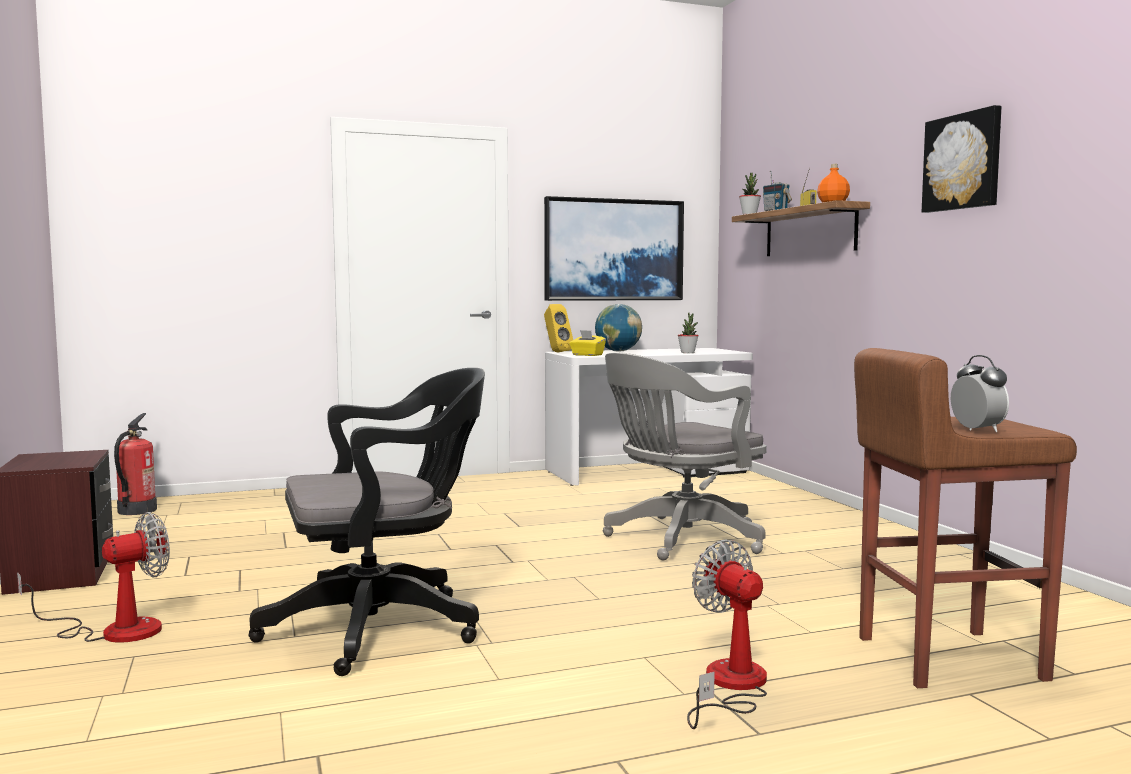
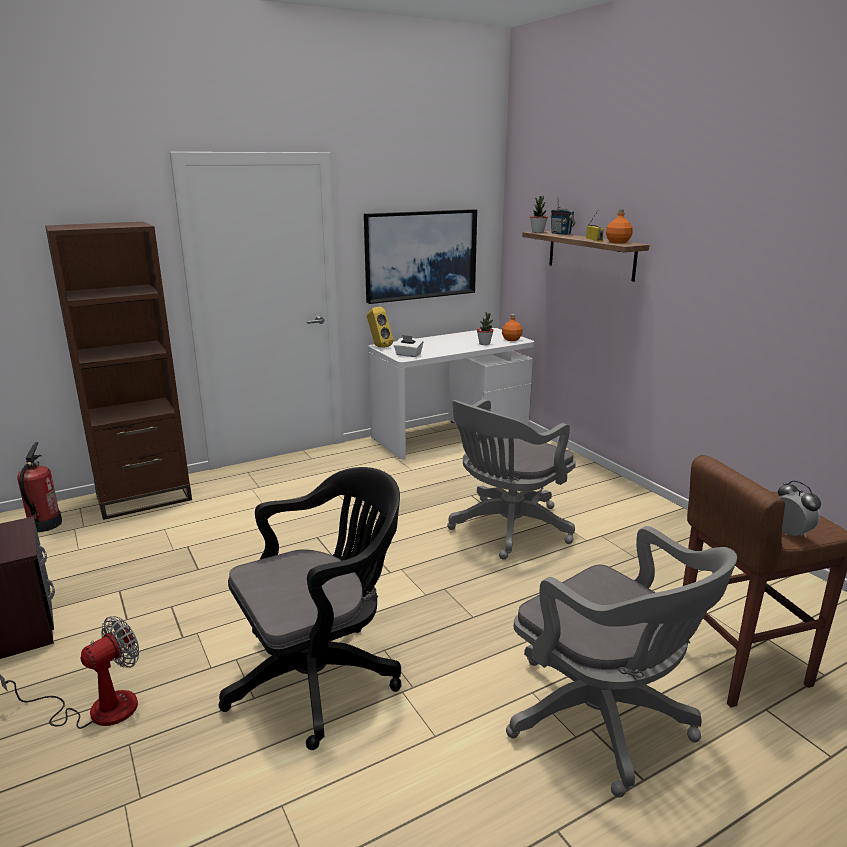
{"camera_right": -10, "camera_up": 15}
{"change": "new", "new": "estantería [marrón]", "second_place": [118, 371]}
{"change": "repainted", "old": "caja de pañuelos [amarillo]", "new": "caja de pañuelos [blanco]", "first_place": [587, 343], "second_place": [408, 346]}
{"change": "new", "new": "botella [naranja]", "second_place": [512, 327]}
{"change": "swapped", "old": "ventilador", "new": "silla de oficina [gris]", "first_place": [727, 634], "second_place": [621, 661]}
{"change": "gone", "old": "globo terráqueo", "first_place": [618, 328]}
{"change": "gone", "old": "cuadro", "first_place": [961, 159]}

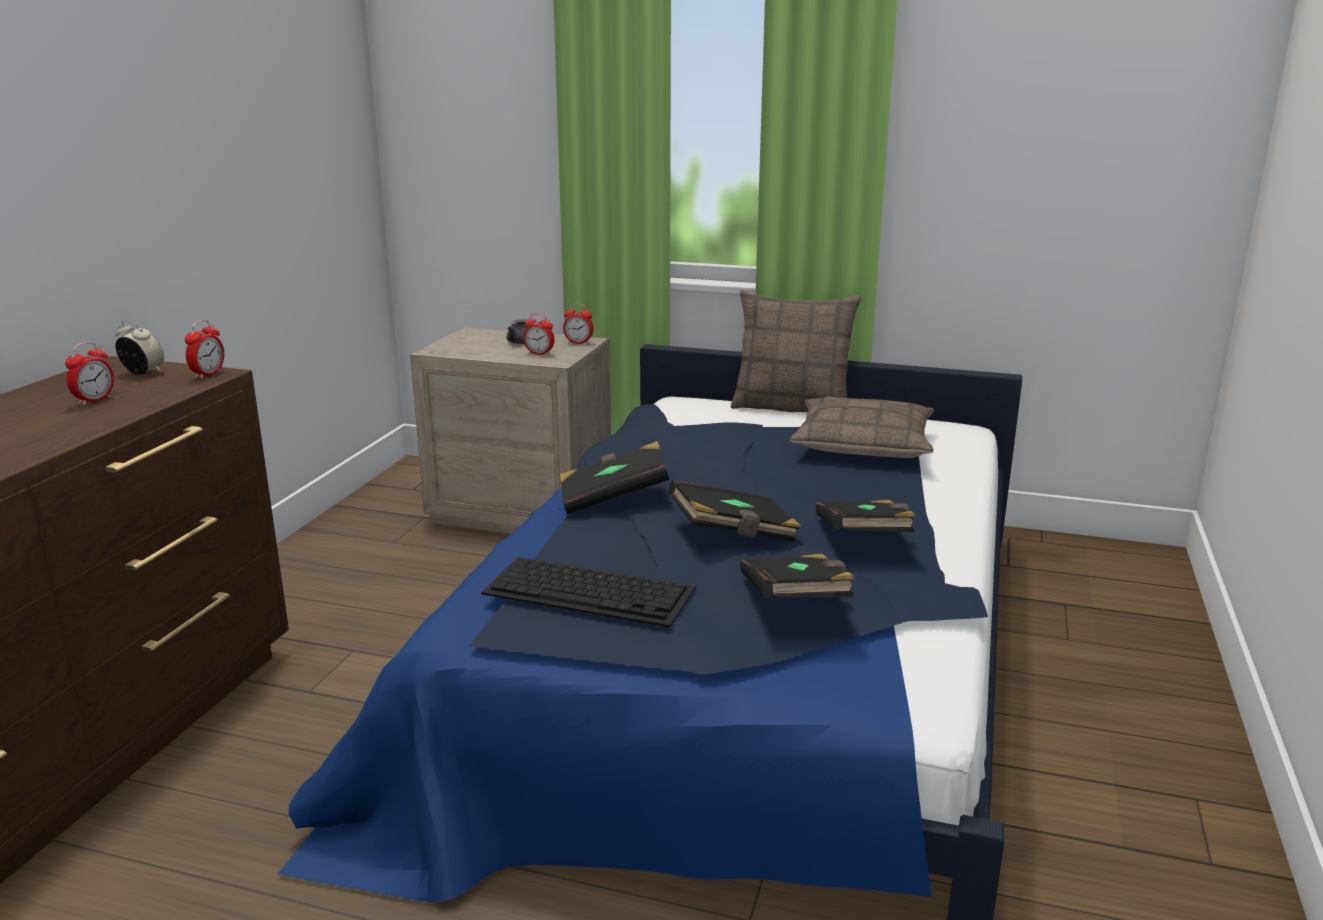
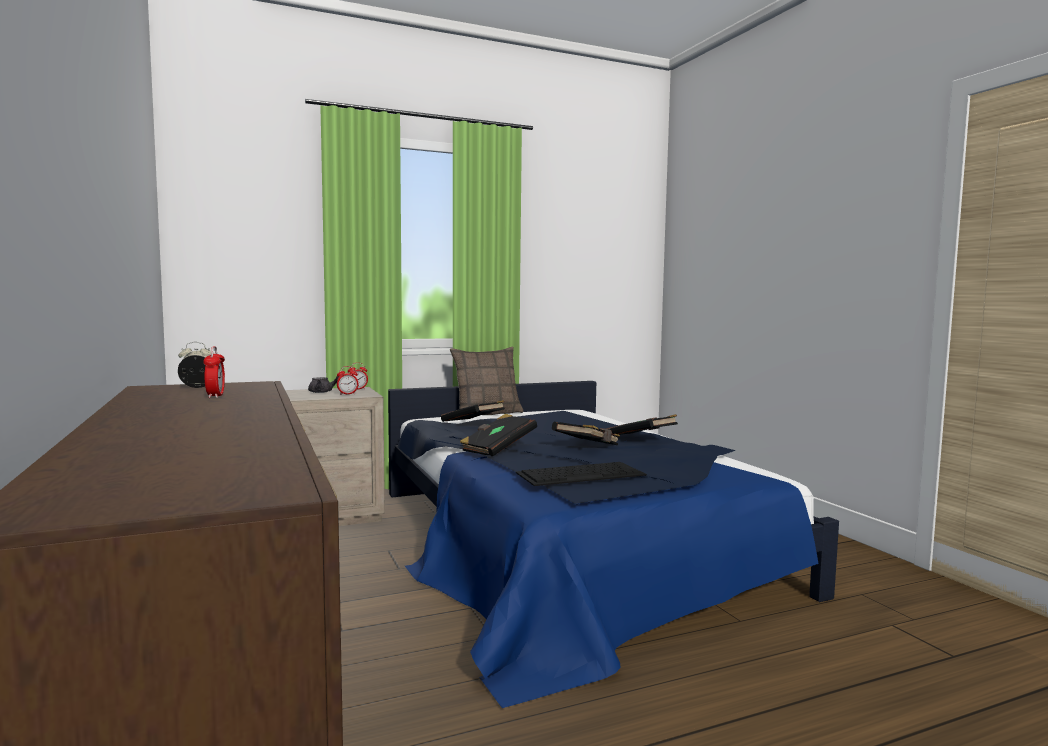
{"camera_right": -40, "camera_up": -15}
{"change": "shifted", "old": "libro [negro]", "first_place": [797, 576], "second_place": [473, 411]}
{"change": "gone", "old": "despertador", "first_place": [204, 349]}
{"change": "gone", "old": "cojín", "first_place": [862, 427]}

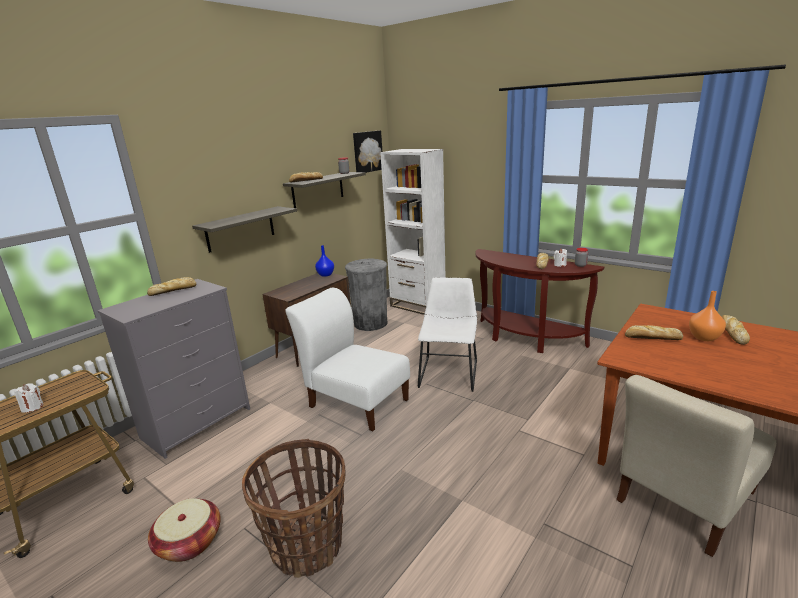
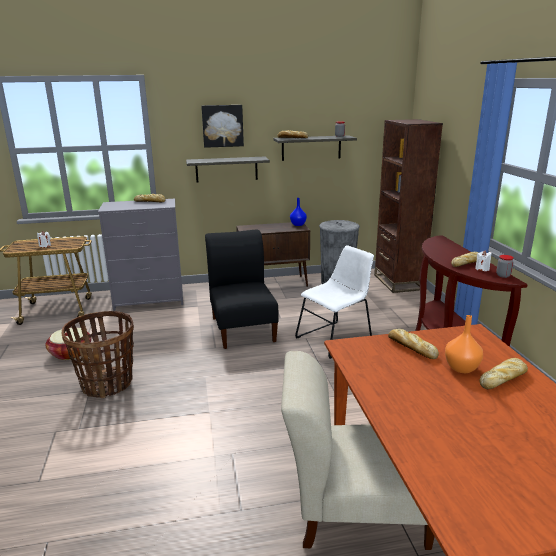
{"camera_right": 40, "camera_up": 0}
{"change": "shifted", "old": "cuadro", "first_place": [367, 151], "second_place": [222, 126]}
{"change": "repainted", "old": "silla [blanco]", "new": "silla [negro]", "first_place": [347, 359], "second_place": [241, 289]}
{"change": "repainted", "old": "estantería [blanco]", "new": "estantería [marrón]", "first_place": [413, 232], "second_place": [408, 206]}

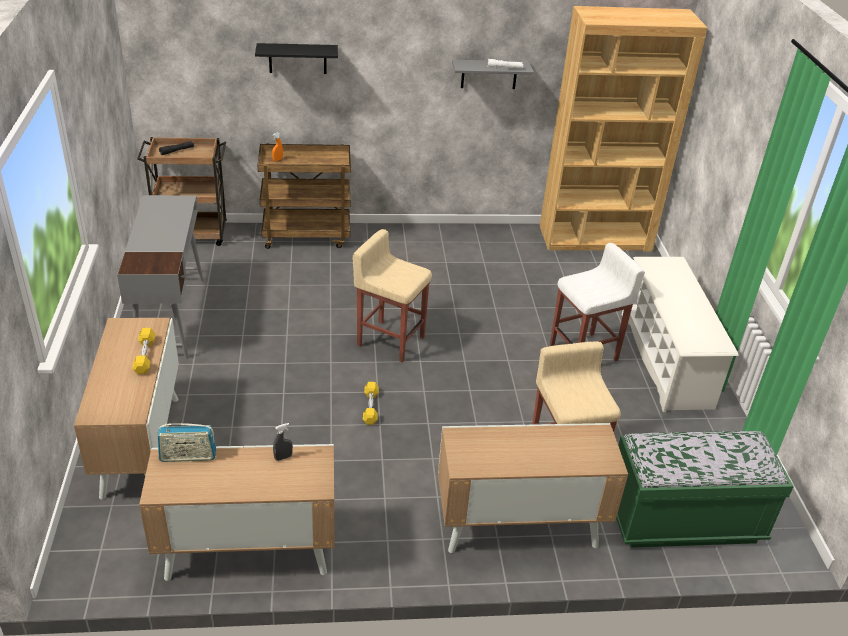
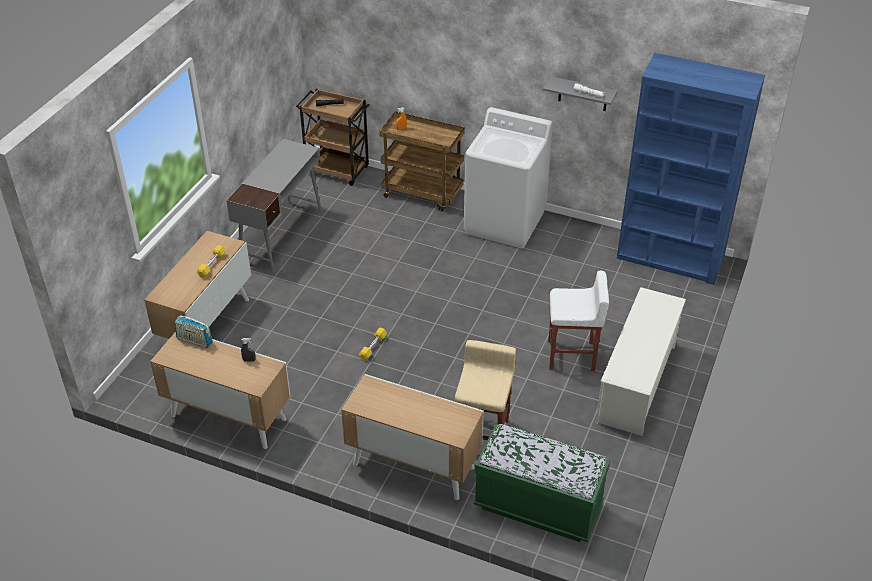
{"camera_right": 30, "camera_up": 5}
{"change": "new", "new": "lavadora [blanco]", "second_place": [508, 177]}
{"change": "repainted", "old": "estantería [marrón]", "new": "estantería [azul]", "first_place": [623, 129], "second_place": [691, 169]}
{"change": "gone", "old": "estante [negro]", "first_place": [296, 58]}
{"change": "gone", "old": "taburete [beis]", "first_place": [392, 296]}

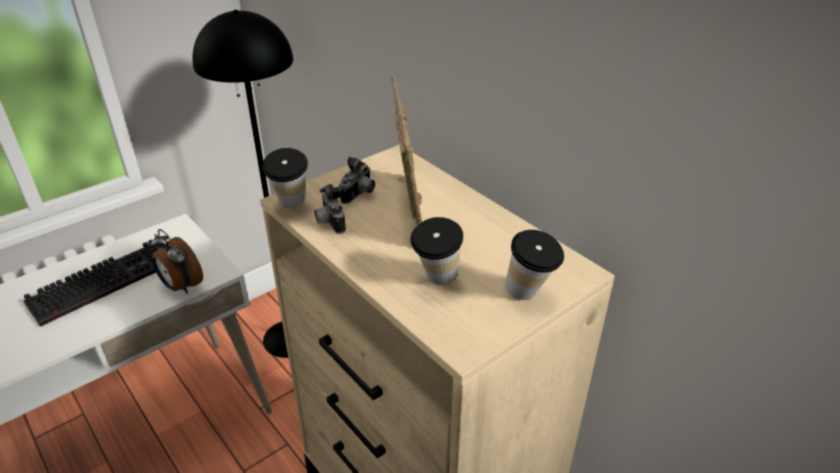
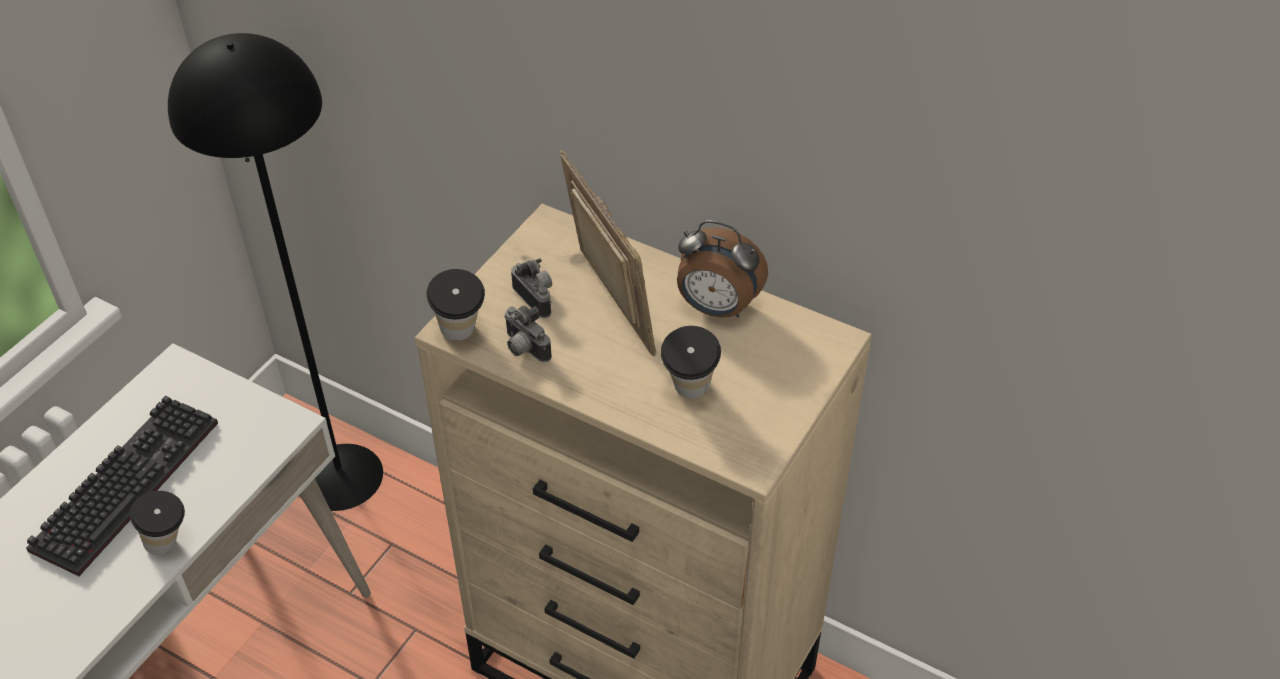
{"camera_right": -20, "camera_up": 10}
{"change": "shifted", "old": "taza", "first_place": [534, 265], "second_place": [157, 523]}
{"change": "rotated", "old": "cámara", "first_place": [357, 180], "second_place": [531, 288], "degrees": -45}
{"change": "shifted", "old": "despertador", "first_place": [176, 261], "second_place": [722, 268]}

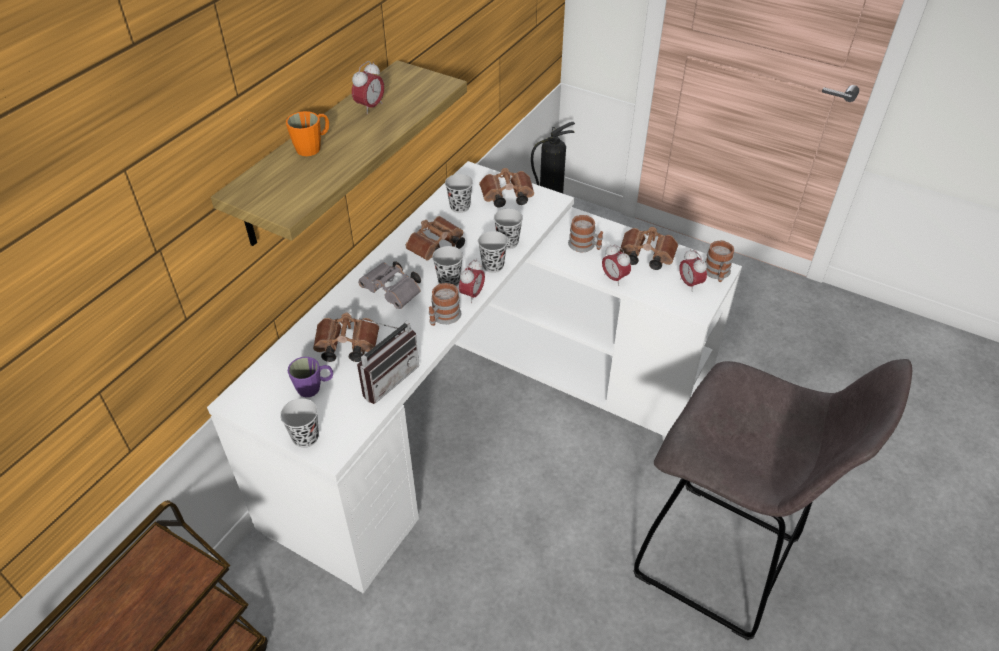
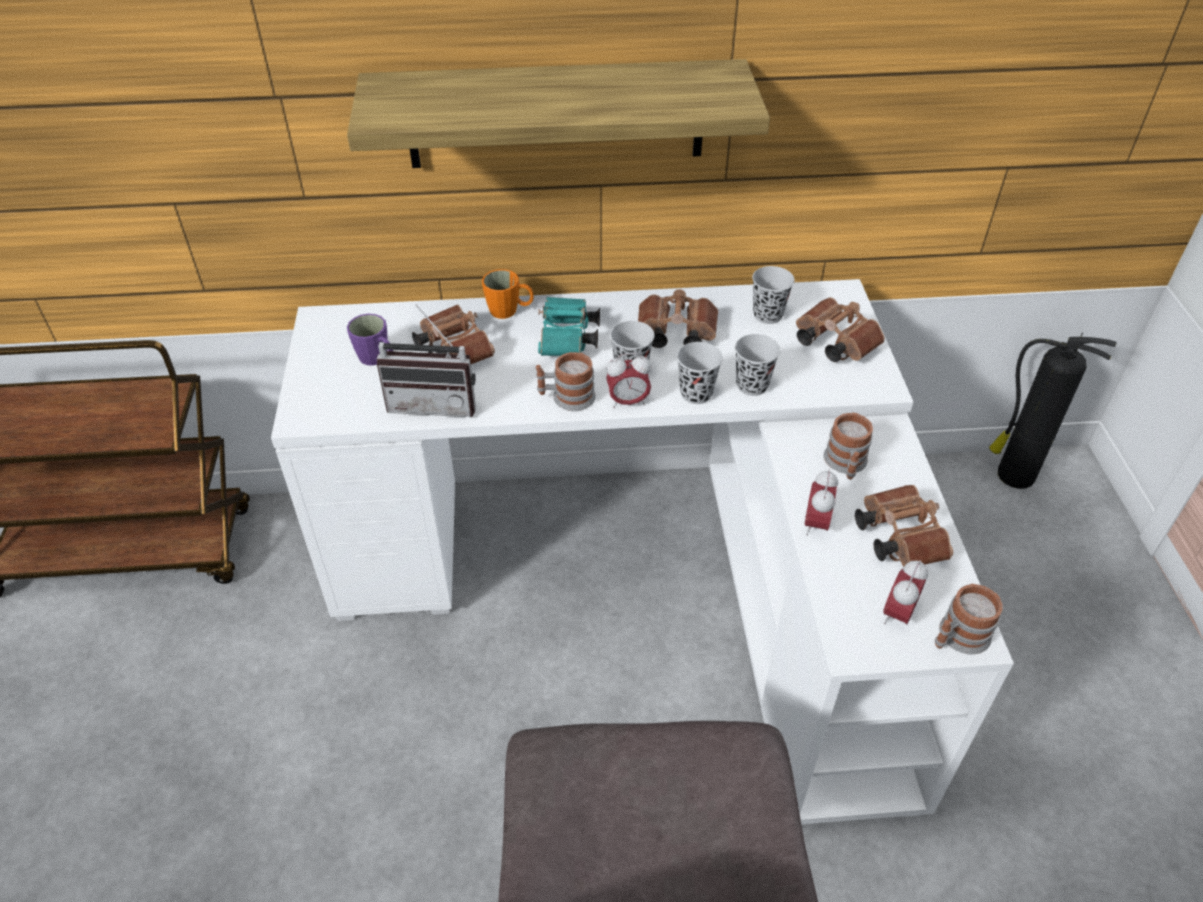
{"camera_right": 55, "camera_up": 0}
{"change": "shifted", "old": "taza grande [naranja]", "first_place": [307, 133], "second_place": [508, 294]}
{"change": "repainted", "old": "prismáticos [gris]", "new": "prismáticos [turquesa]", "first_place": [389, 285], "second_place": [569, 326]}
{"change": "gone", "old": "taza [negro]", "first_place": [299, 423]}
{"change": "gone", "old": "despertador", "first_place": [368, 87]}

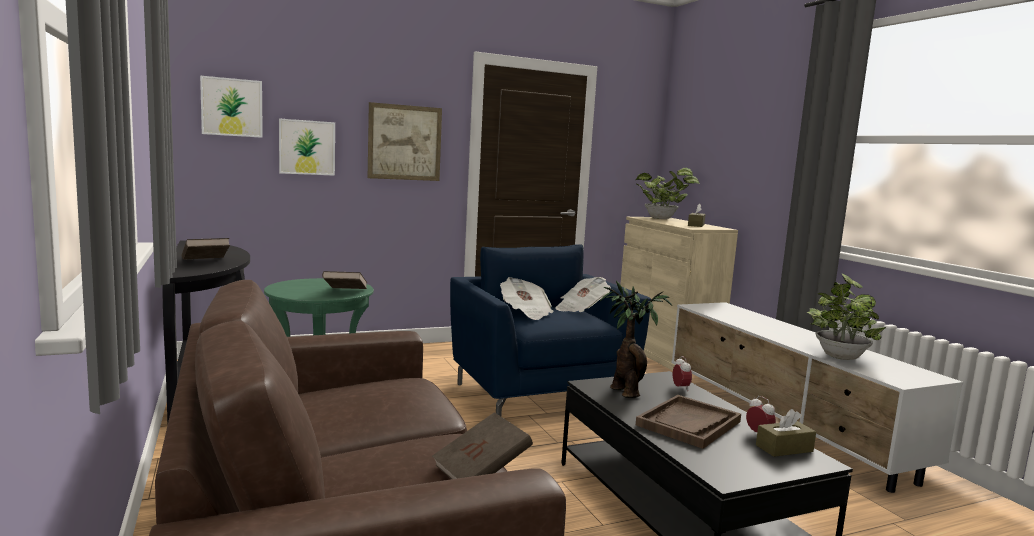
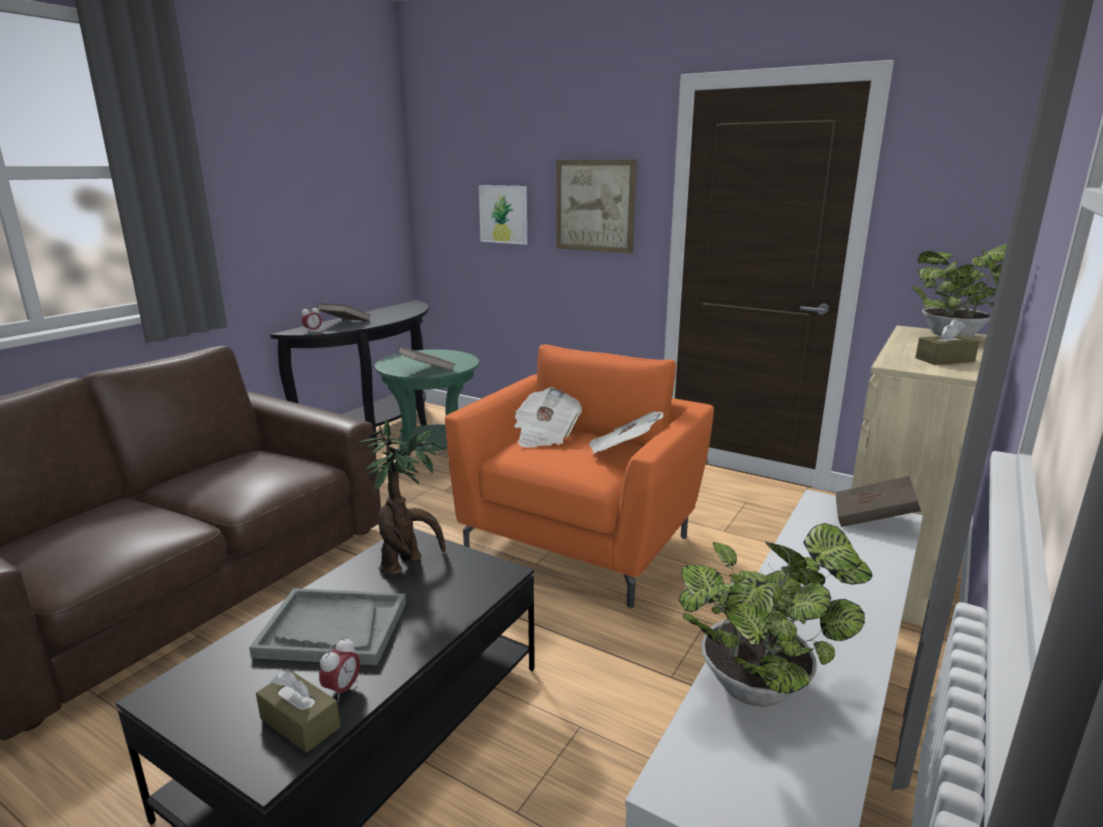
{"camera_right": 55, "camera_up": 10}
{"change": "repainted", "old": "bandeja [marrón]", "new": "bandeja [gris]", "first_place": [688, 422], "second_place": [327, 626]}
{"change": "shifted", "old": "despertador", "first_place": [682, 373], "second_place": [312, 319]}
{"change": "repainted", "old": "sillón [azul]", "new": "sillón [naranja]", "first_place": [550, 330], "second_place": [579, 476]}
{"change": "shifted", "old": "libro [marrón]", "first_place": [482, 445], "second_place": [878, 501]}
{"change": "gone", "old": "cuadro", "first_place": [231, 107]}

